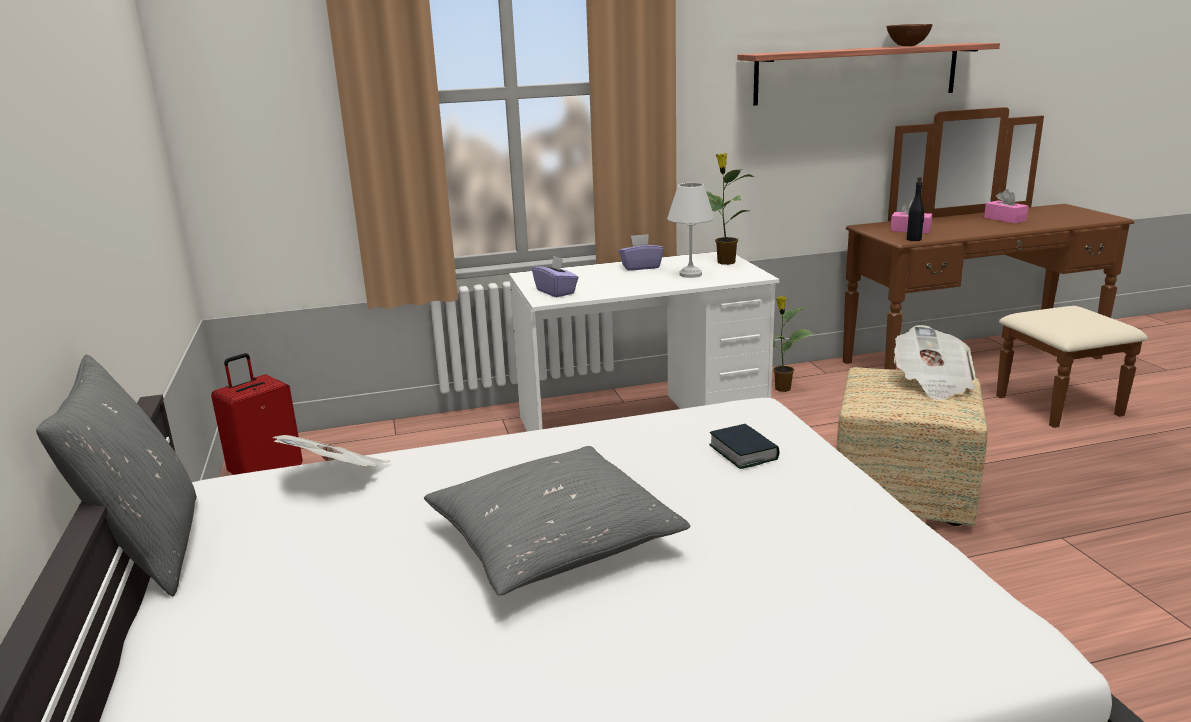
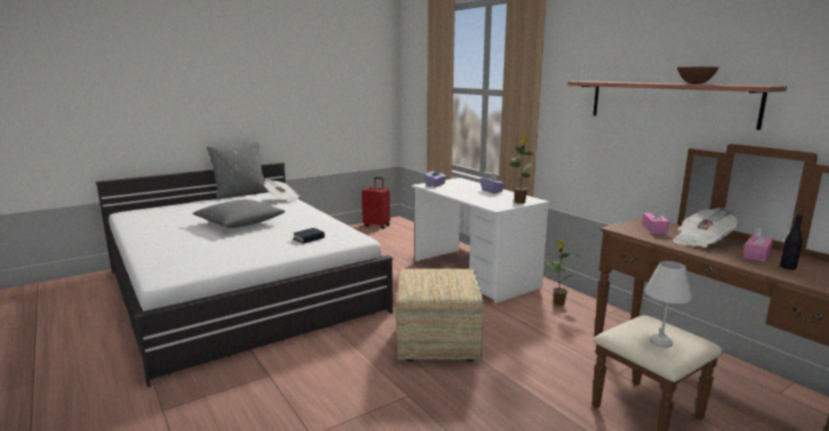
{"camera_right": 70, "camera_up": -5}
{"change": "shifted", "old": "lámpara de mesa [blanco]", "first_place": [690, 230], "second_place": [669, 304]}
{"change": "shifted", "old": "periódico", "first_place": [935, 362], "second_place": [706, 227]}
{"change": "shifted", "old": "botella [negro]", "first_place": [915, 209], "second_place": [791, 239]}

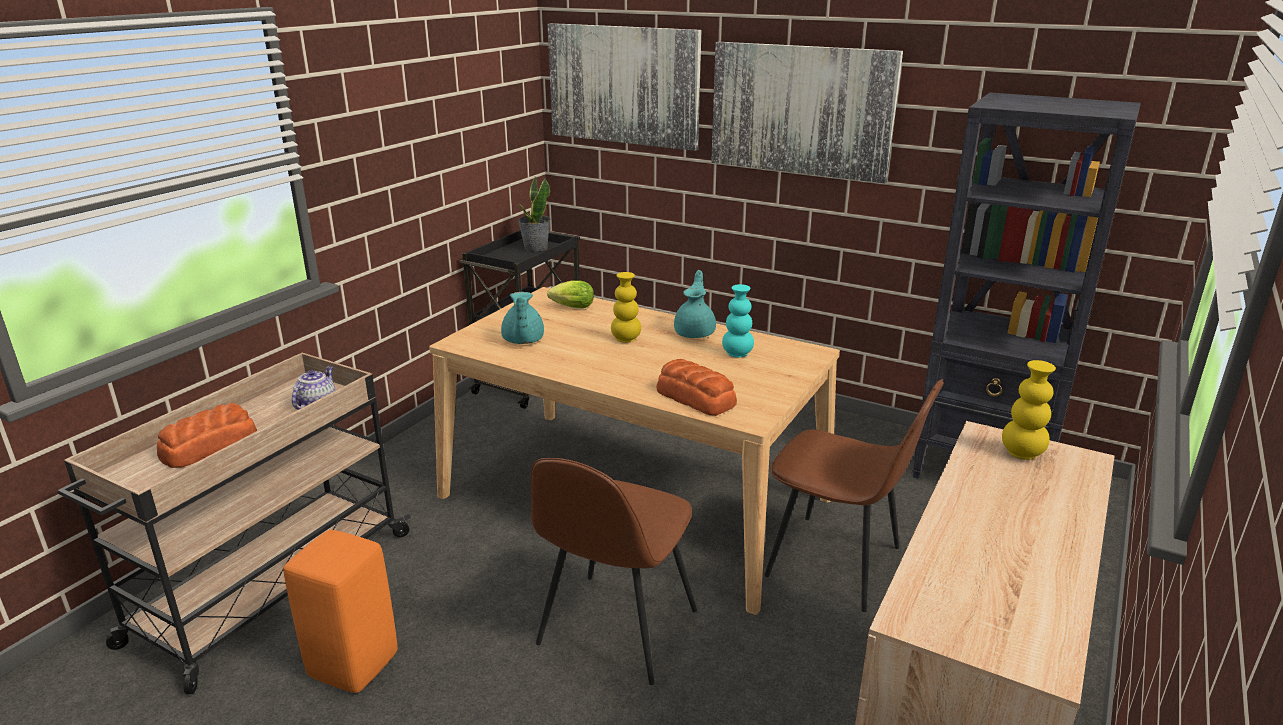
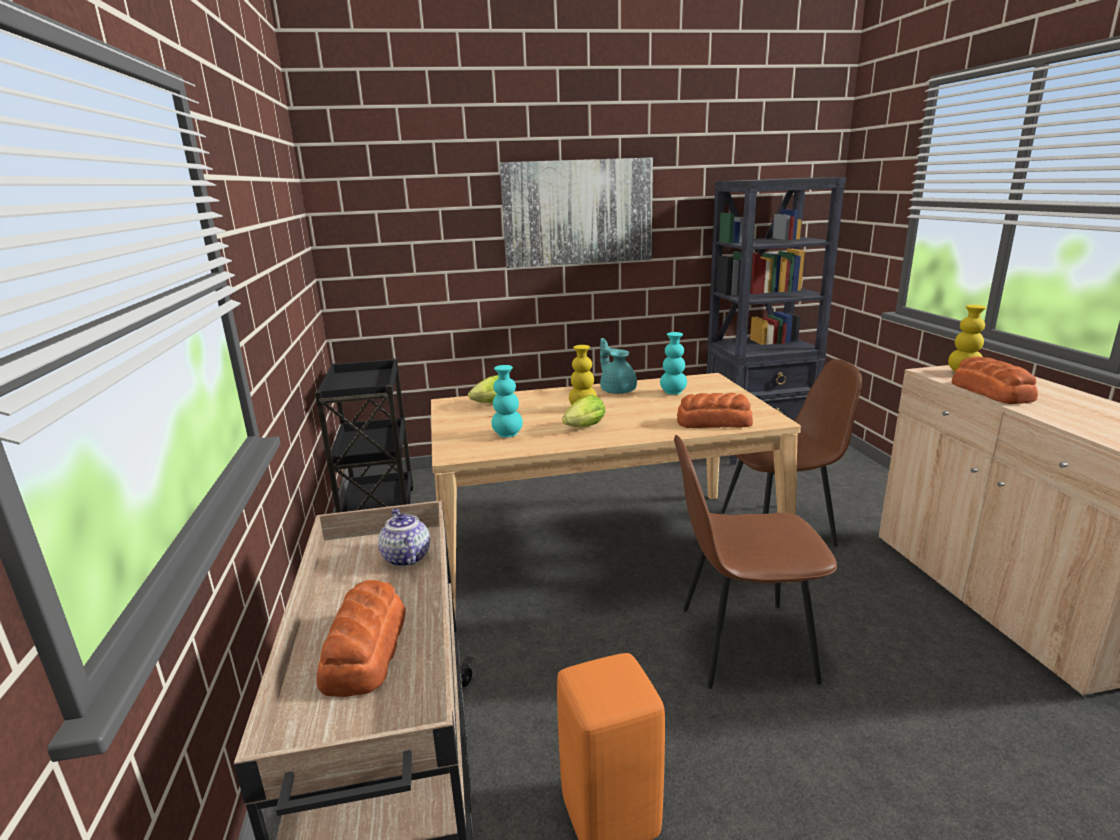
{"camera_right": -40, "camera_up": -5}
{"change": "swapped", "old": "tetera [turquesa]", "new": "florero [turquesa]", "first_place": [522, 318], "second_place": [507, 401]}
{"change": "new", "new": "lechuga", "second_place": [584, 411]}
{"change": "rotated", "old": "silla [marrón]", "first_place": [614, 571], "second_place": [755, 562], "degrees": 105}
{"change": "new", "new": "pan", "second_place": [995, 380]}
{"change": "gone", "old": "planta en maceta", "first_place": [534, 214]}
{"change": "gone", "old": "cuadro", "first_place": [624, 87]}

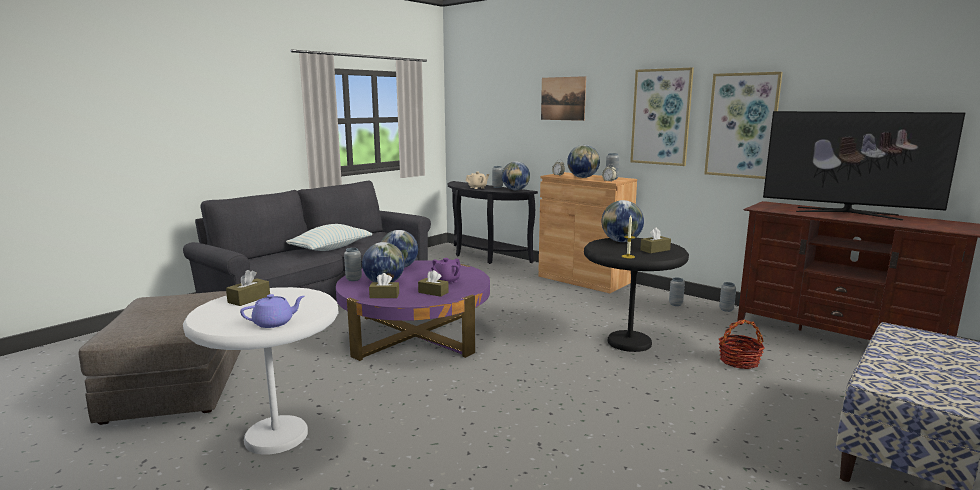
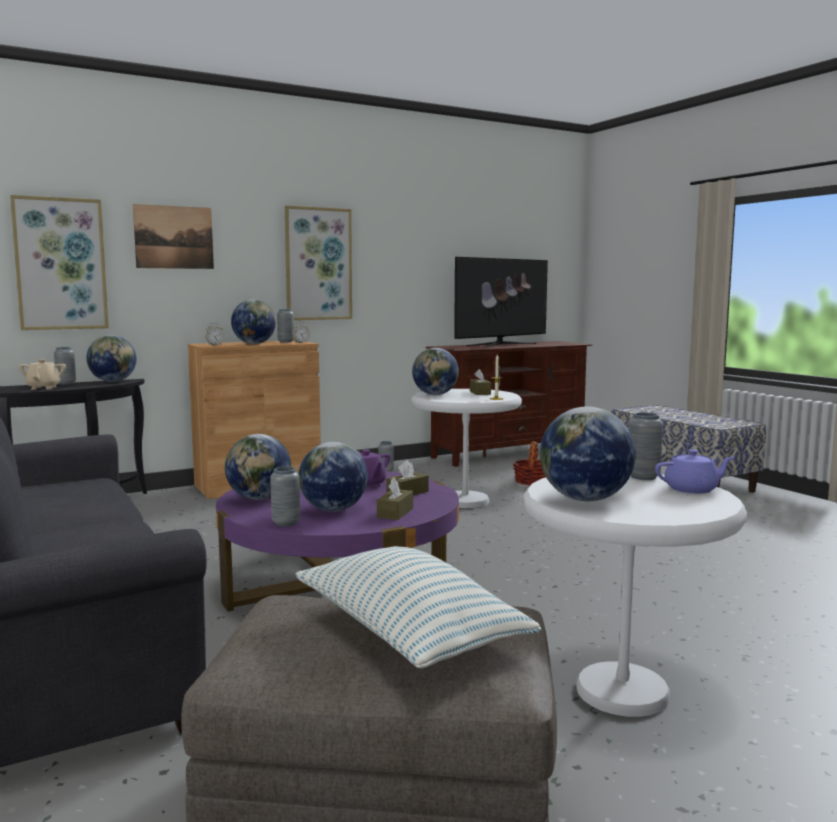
{"camera_right": -70, "camera_up": -5}
{"change": "shifted", "old": "cuadro", "first_place": [743, 125], "second_place": [59, 262]}
{"change": "shifted", "old": "cojín", "first_place": [329, 237], "second_place": [418, 607]}
{"change": "repainted", "old": "mesa auxiliar [negro]", "new": "mesa auxiliar [blanco]", "first_place": [636, 295], "second_place": [466, 448]}
{"change": "swapped", "old": "caja de pañuelos [marrón]", "new": "globo terráqueo", "first_place": [248, 288], "second_place": [588, 453]}
{"change": "shifted", "old": "florero [gris]", "first_place": [727, 297], "second_place": [646, 446]}
{"change": "rotated", "old": "tetera [morado]", "first_place": [272, 311], "second_place": [695, 471], "degrees": 90}

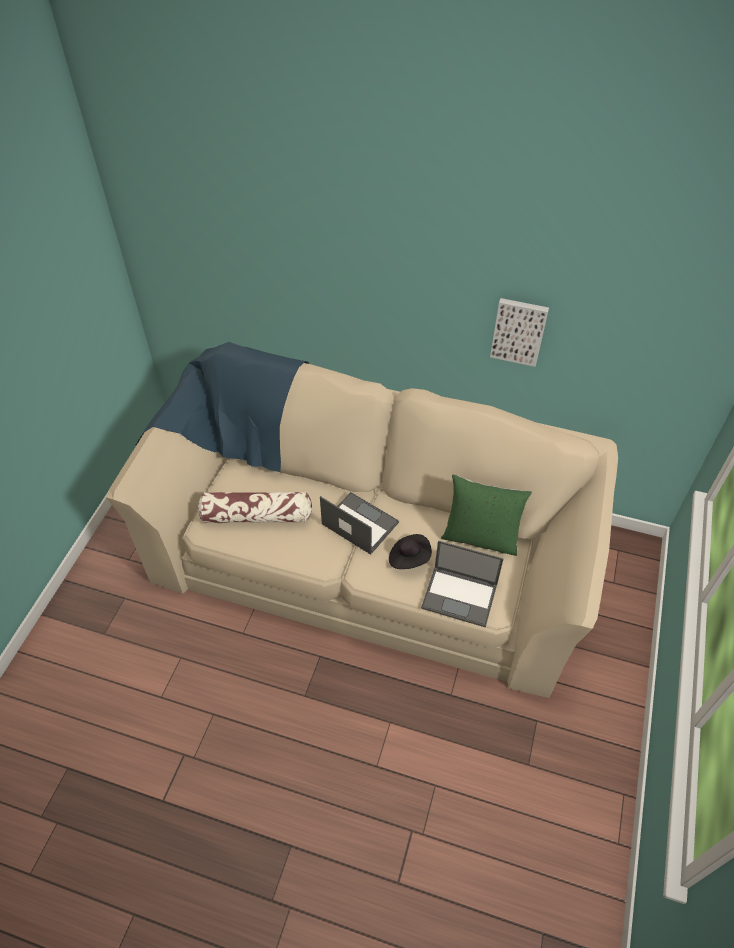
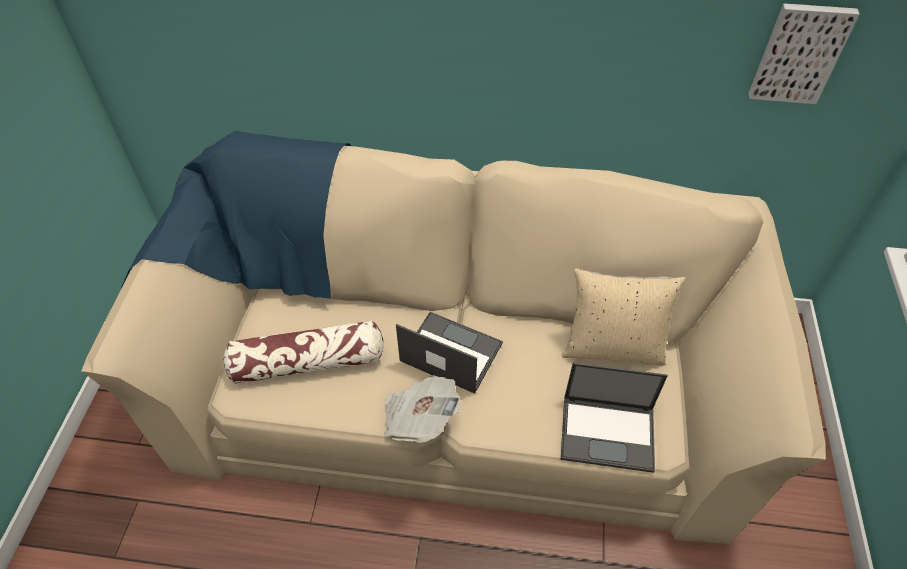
{"camera_right": -10, "camera_up": 0}
{"change": "new", "new": "periódico", "second_place": [422, 409]}
{"change": "repainted", "old": "cojín [verde]", "new": "cojín [beis]", "first_place": [486, 515], "second_place": [624, 317]}
{"change": "shifted", "old": "cuadro", "first_place": [519, 332], "second_place": [803, 53]}
{"change": "gone", "old": "sombrero [negro]", "first_place": [410, 551]}

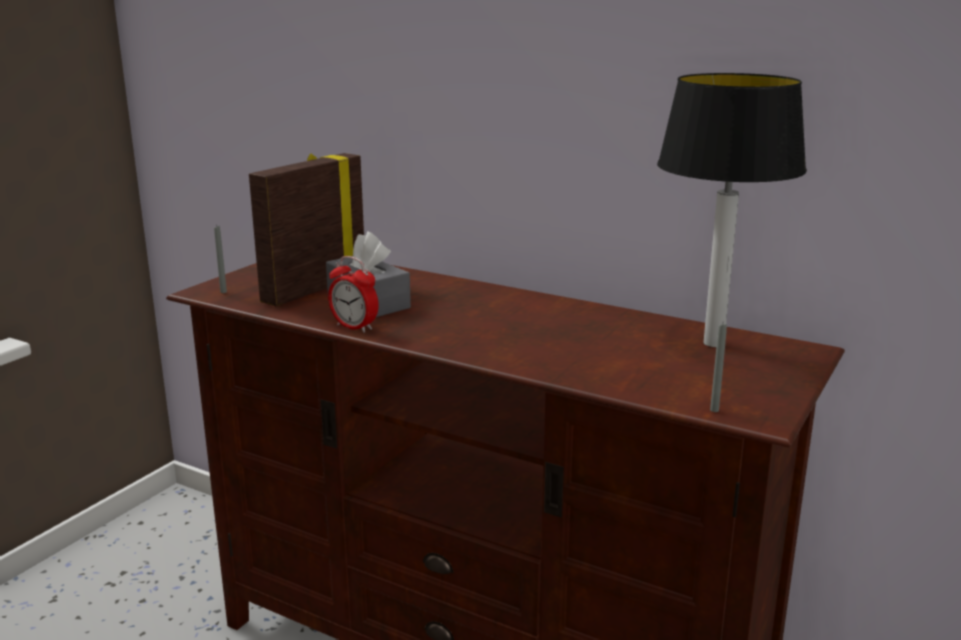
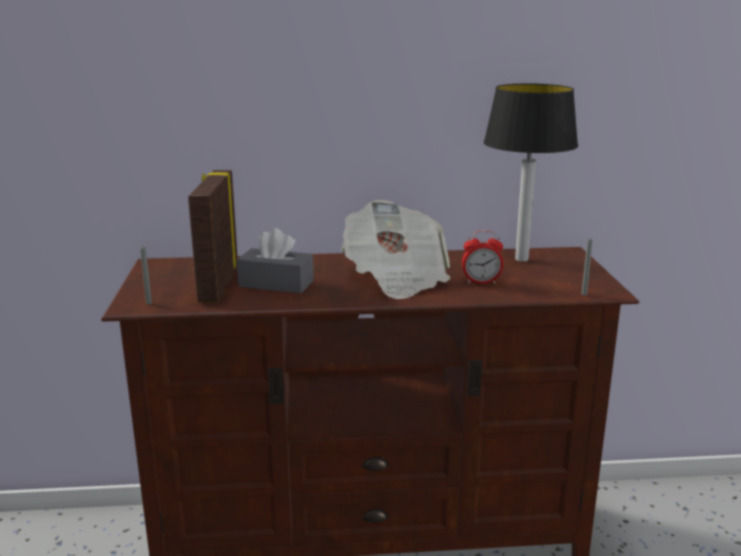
{"camera_right": -35, "camera_up": 0}
{"change": "new", "new": "periódico", "second_place": [396, 249]}
{"change": "shifted", "old": "despertador", "first_place": [353, 294], "second_place": [483, 257]}

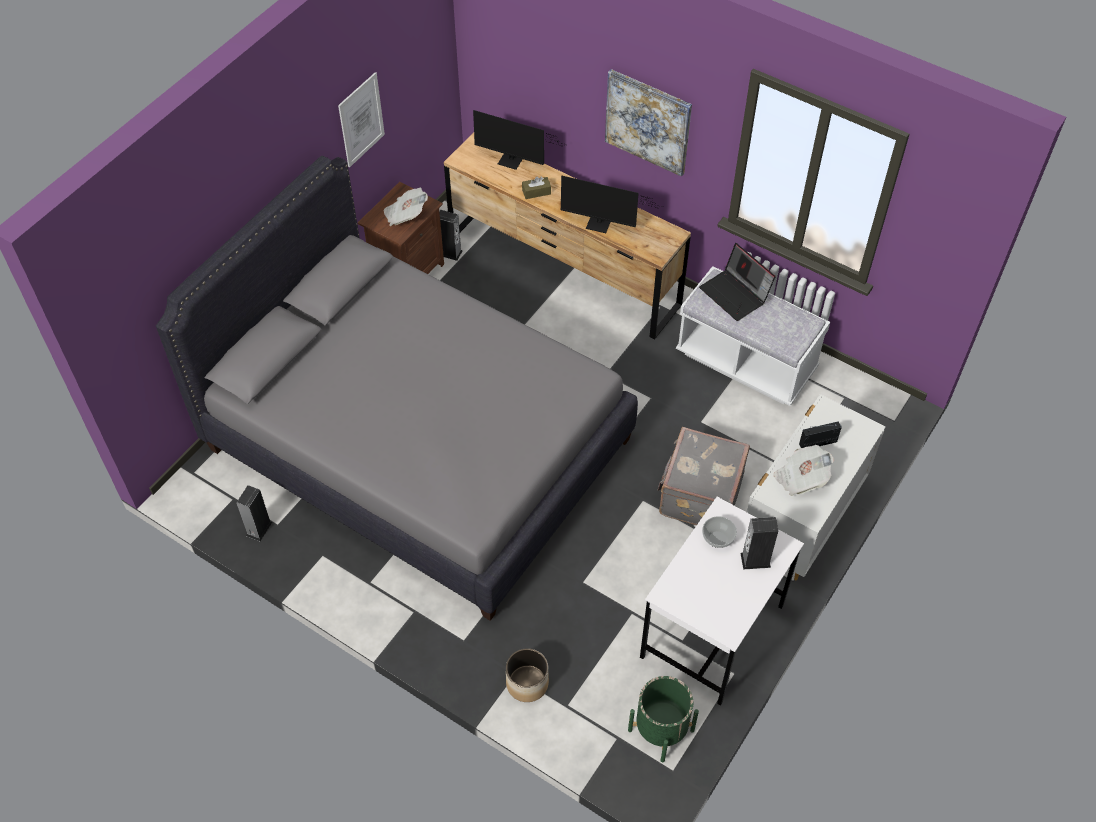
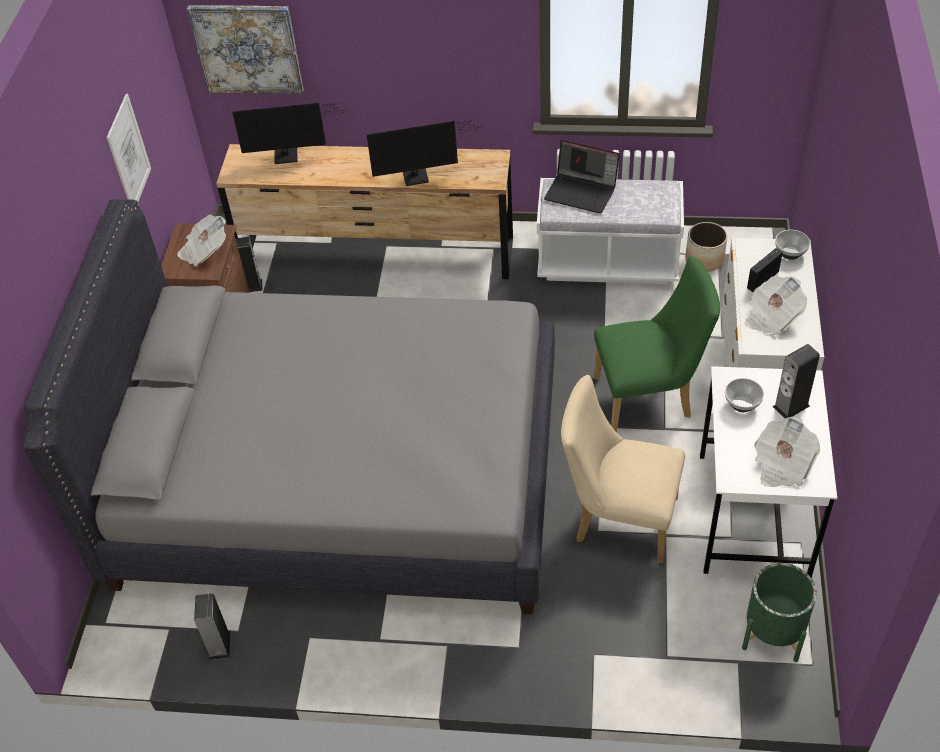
{"camera_right": -25, "camera_up": -5}
{"change": "shifted", "old": "cuadro", "first_place": [648, 123], "second_place": [245, 49]}
{"change": "new", "new": "silla [beis]", "second_place": [623, 469]}
{"change": "swapped", "old": "maleta [gris]", "new": "silla [verde]", "first_place": [704, 476], "second_place": [657, 344]}
{"change": "shifted", "old": "maceta", "first_place": [527, 675], "second_place": [706, 247]}
{"change": "new", "new": "periódico", "second_place": [787, 452]}
{"change": "new", "new": "cuenco", "second_place": [792, 245]}
{"change": "gone", "old": "caja de pañuelos [marrón]", "first_place": [536, 188]}

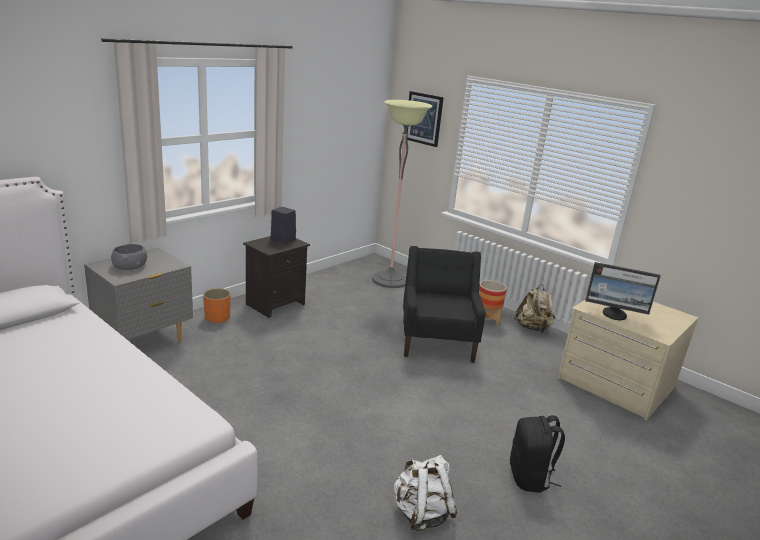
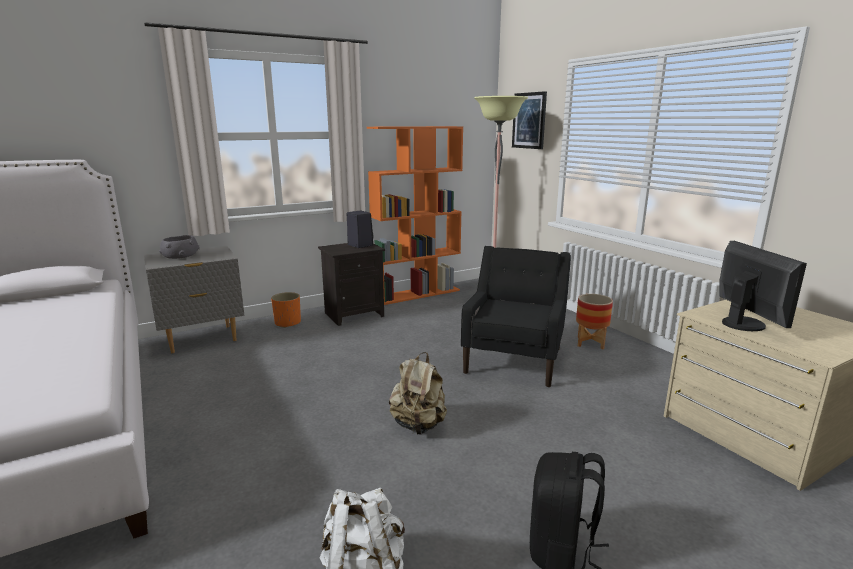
{"camera_right": 20, "camera_up": -5}
{"change": "new", "new": "estantería [naranja]", "second_place": [415, 215]}
{"change": "shifted", "old": "mochila [beis]", "first_place": [534, 308], "second_place": [418, 393]}
{"change": "rotated", "old": "monitor", "first_place": [623, 291], "second_place": [763, 286], "degrees": -135}

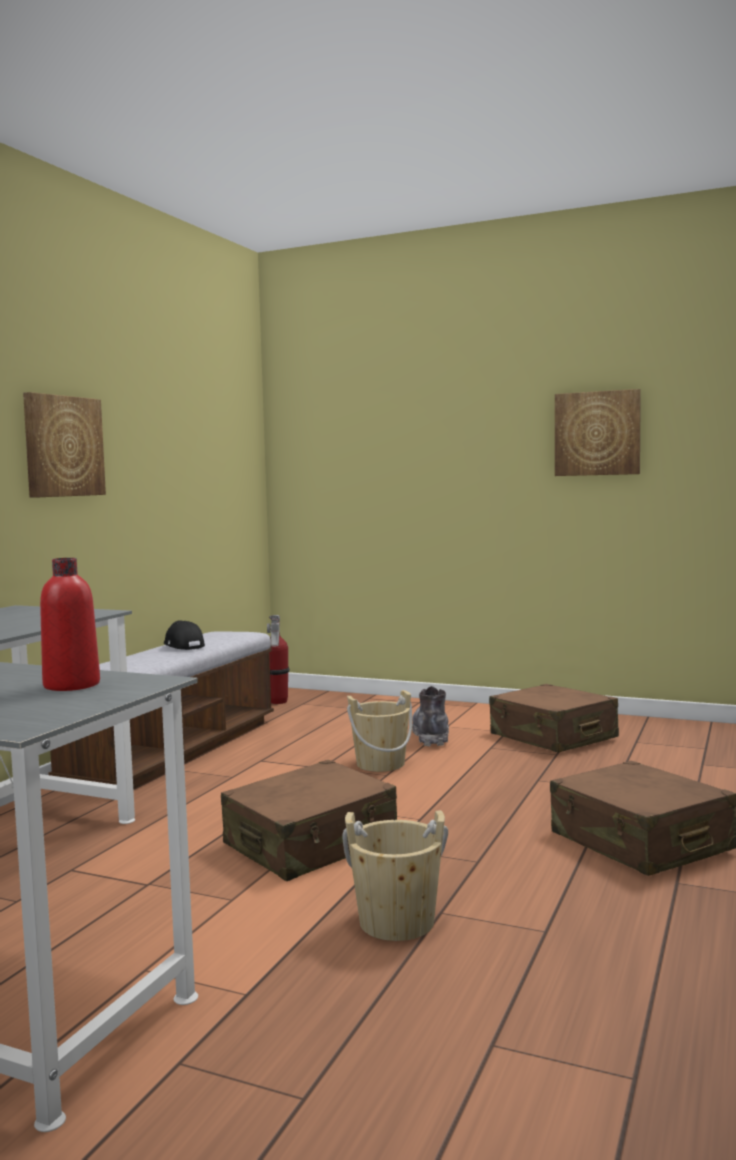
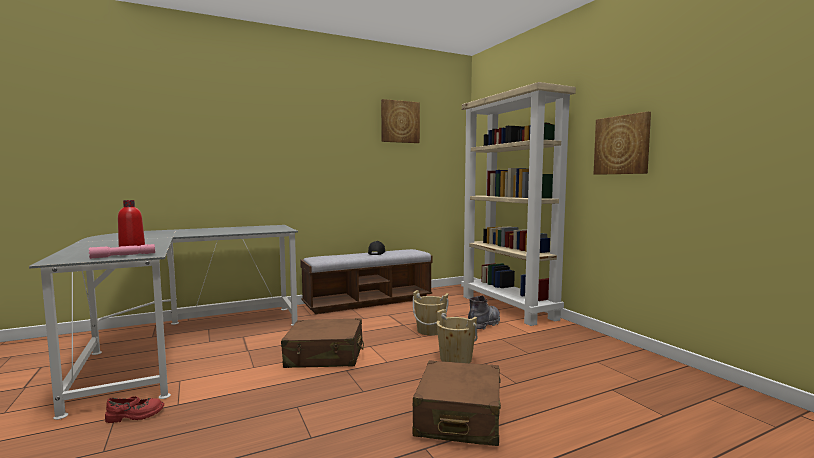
{"camera_right": 40, "camera_up": 0}
{"change": "new", "new": "linterna [rosa]", "second_place": [122, 251]}
{"change": "new", "new": "zapato [rojo]", "second_place": [134, 409]}
{"change": "shifted", "old": "cuadro", "first_place": [64, 445], "second_place": [400, 121]}
{"change": "shifted", "old": "cubo [beis]", "first_place": [395, 875], "second_place": [457, 336]}
{"change": "new", "new": "estantería [beis]", "second_place": [518, 204]}
{"change": "gone", "old": "extintor", "first_place": [278, 659]}
{"change": "gone", "old": "maleta [marrón]", "first_place": [554, 718]}

